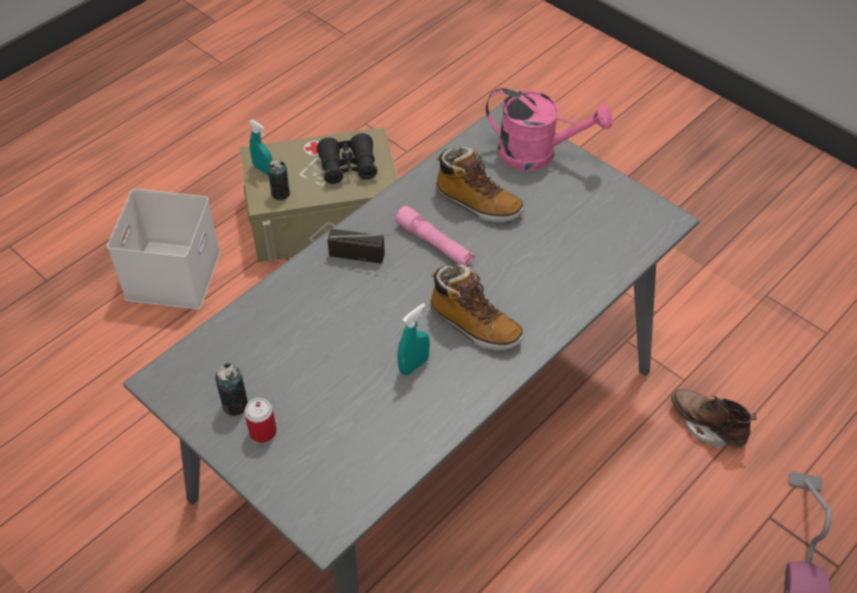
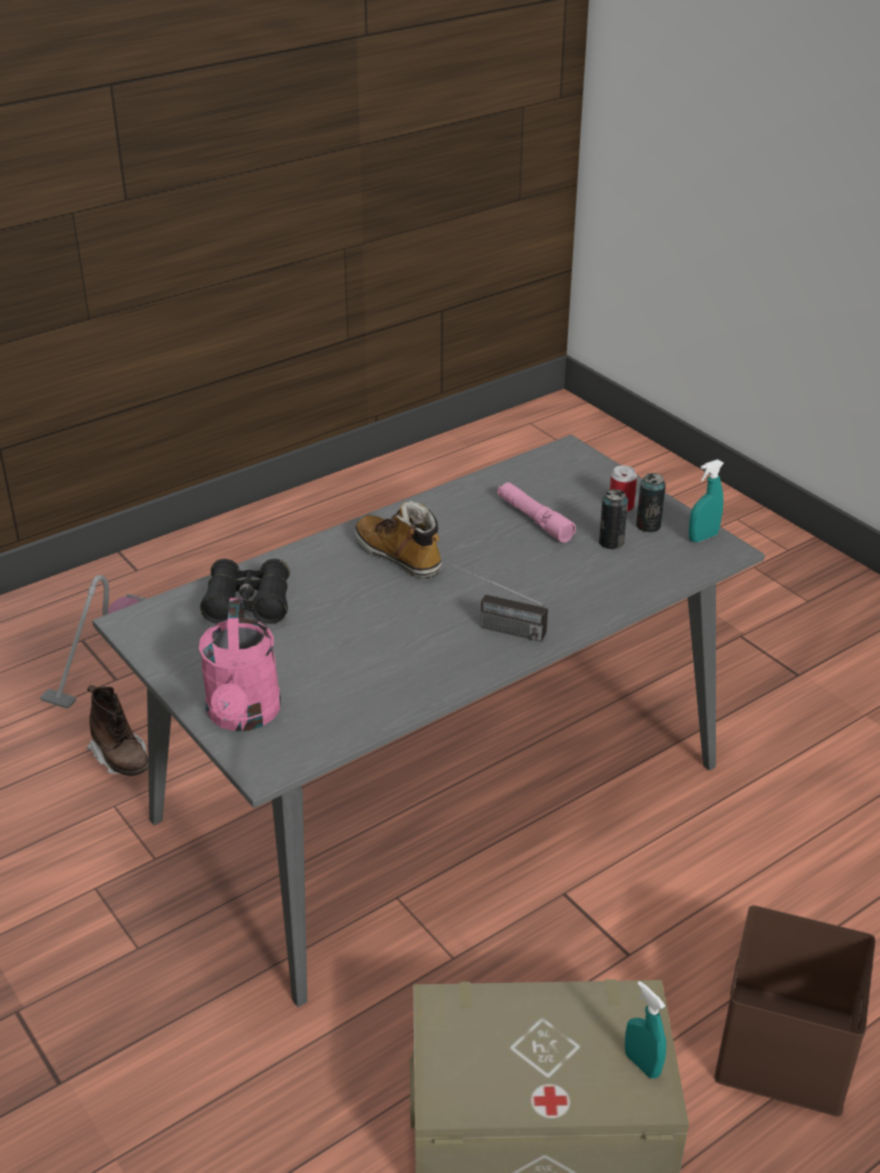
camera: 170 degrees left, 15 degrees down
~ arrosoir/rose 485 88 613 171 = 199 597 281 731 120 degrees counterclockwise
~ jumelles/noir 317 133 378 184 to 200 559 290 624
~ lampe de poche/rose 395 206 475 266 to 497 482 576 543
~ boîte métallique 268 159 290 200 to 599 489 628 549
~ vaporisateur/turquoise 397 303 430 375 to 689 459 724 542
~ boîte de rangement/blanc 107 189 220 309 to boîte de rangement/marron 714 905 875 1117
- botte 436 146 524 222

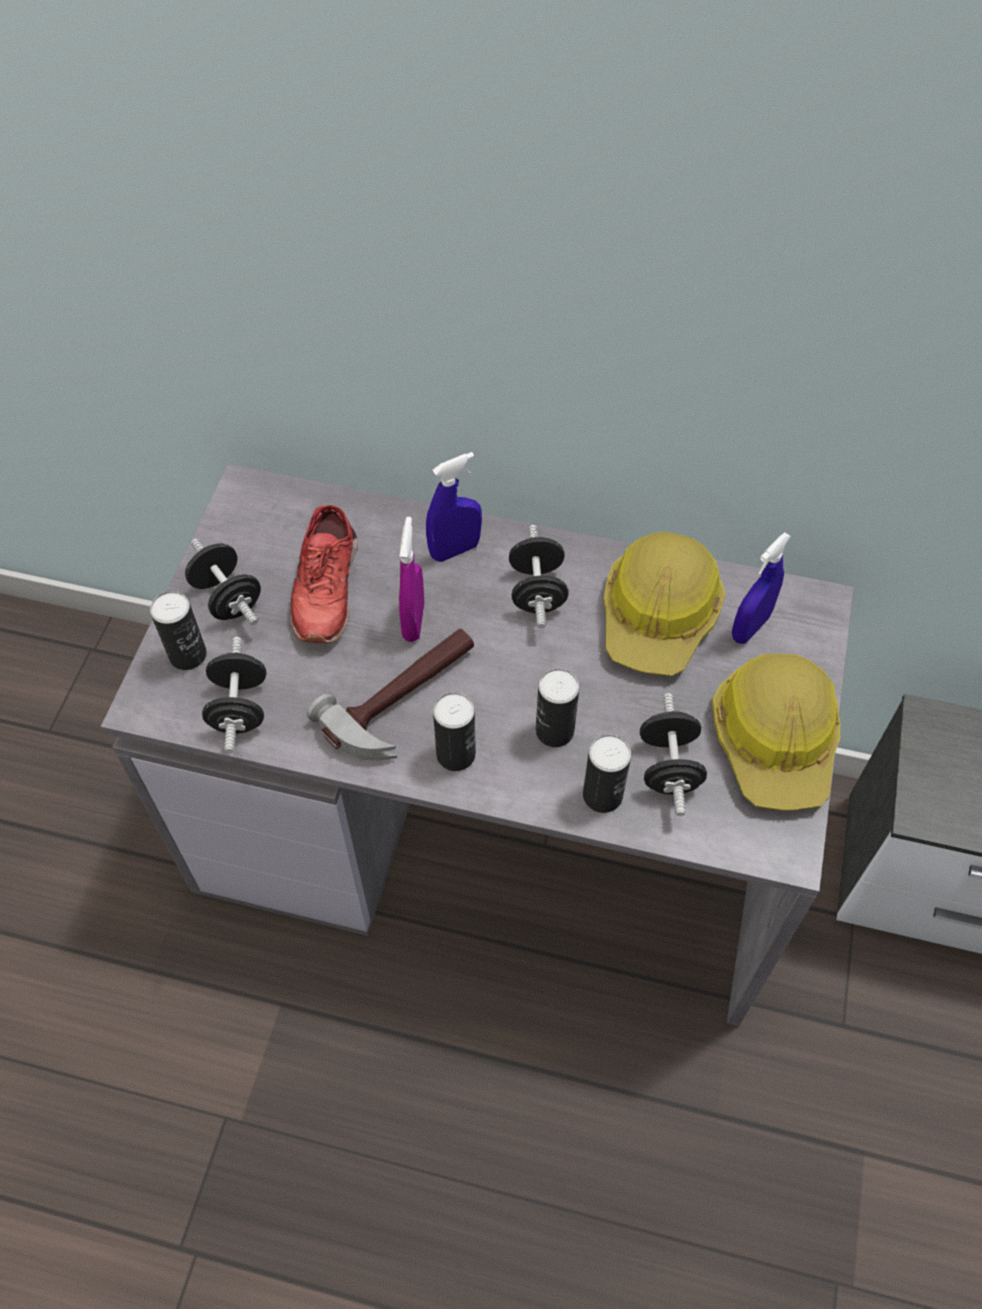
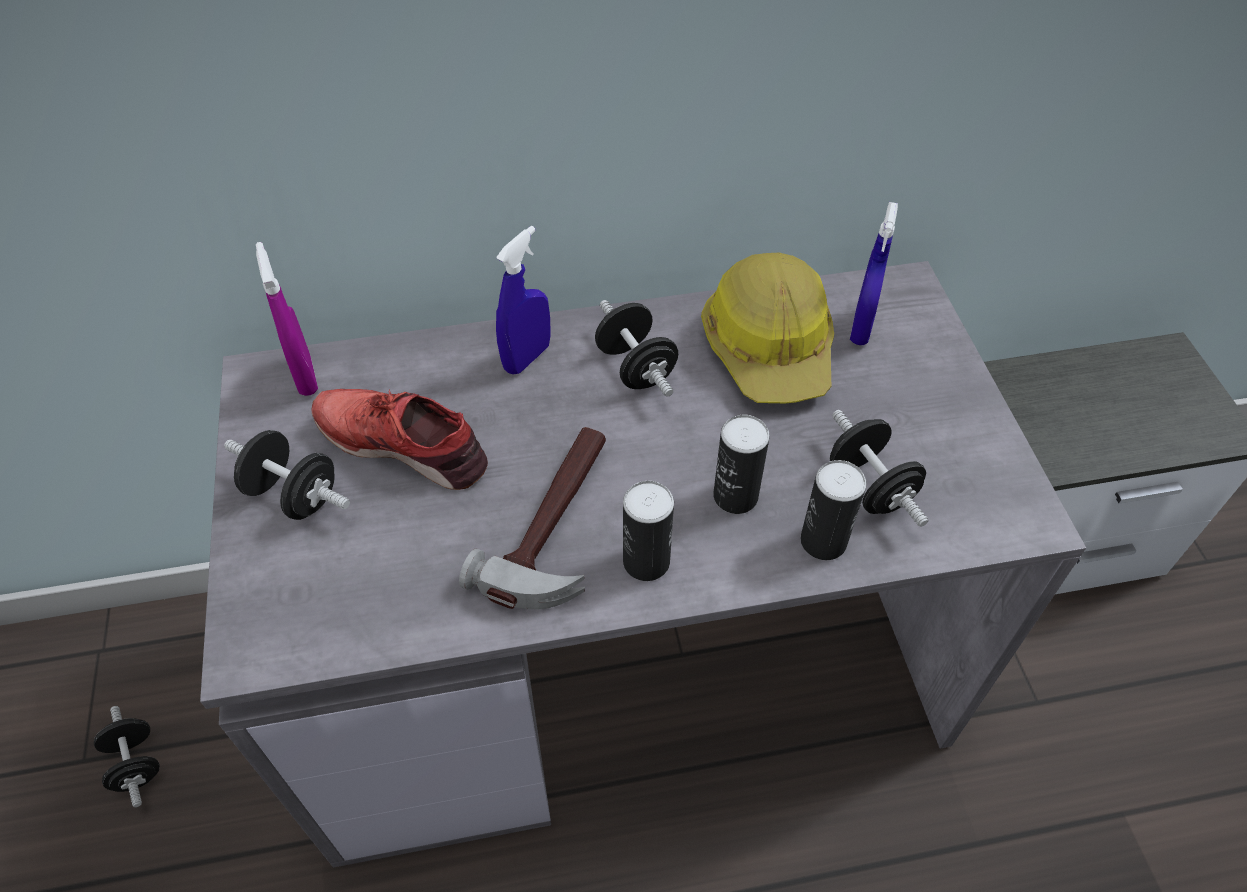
camera: 25 degrees left, 5 degrees down
~ haltère/noir 202 637 267 753 to 94 706 160 808
~ vaporisateur/violet 399 517 424 642 to 256 242 318 396
~ chaussure/rouge 291 505 358 643 = 311 389 488 490 135 degrees clockwise
- boîte métallique 150 591 207 670
- casque de chantier 712 654 840 810

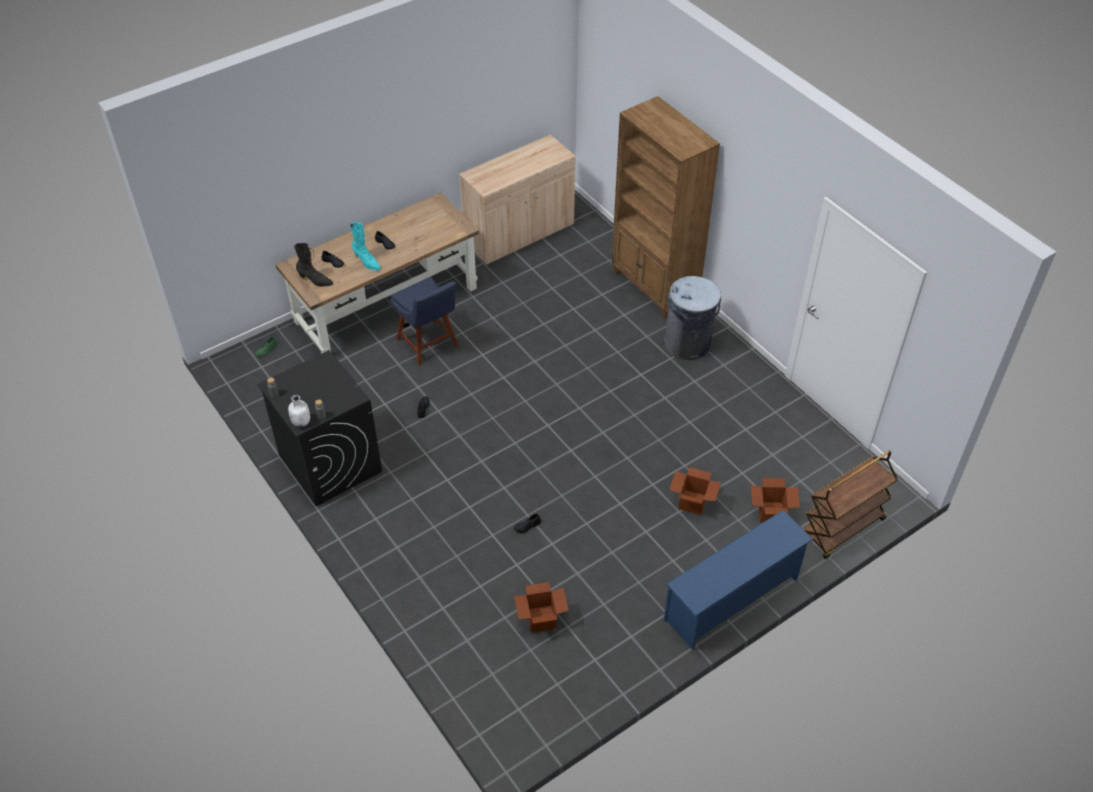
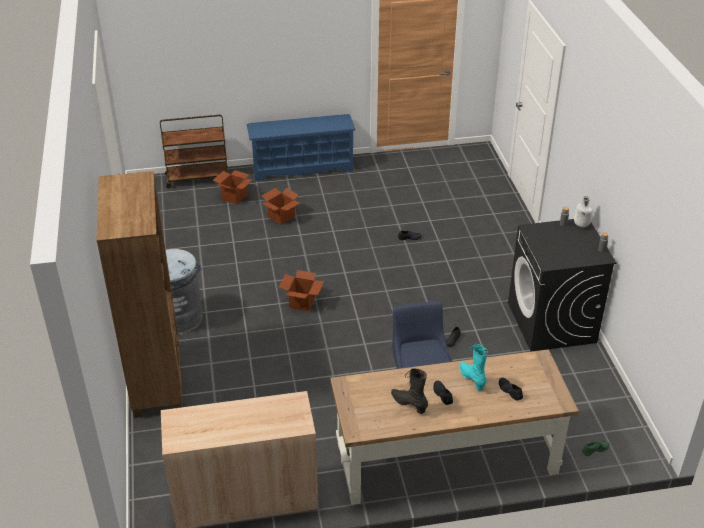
camera: 155 degrees left, 10 degrees down
~ carton 514 582 569 633 to 279 270 324 311
~ botte/noir 294 243 333 287 to 391 368 428 414

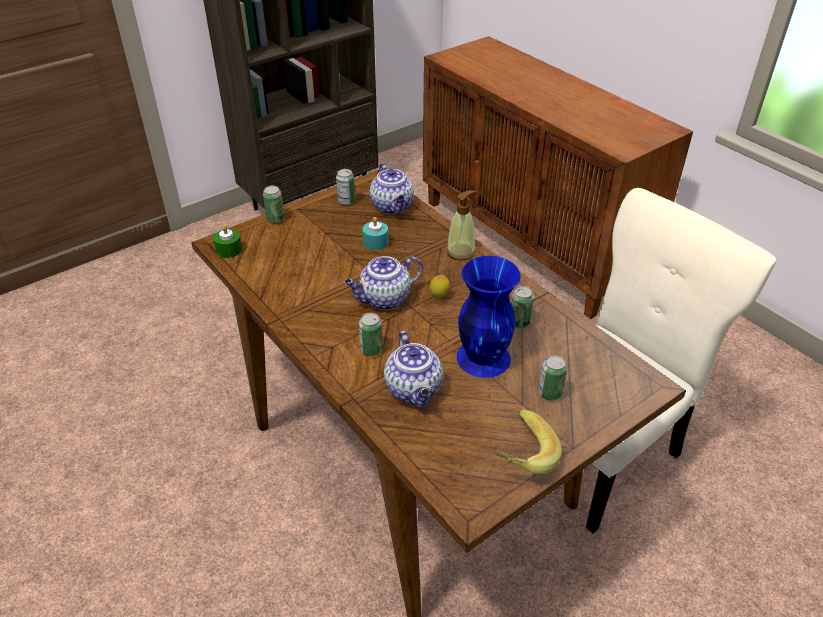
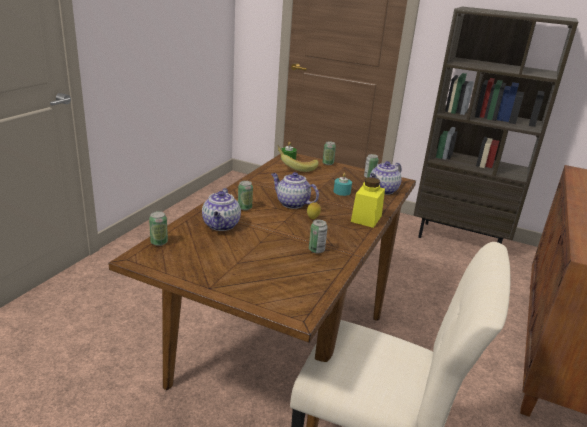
camera: 60 degrees right, 15 degrees down
~ boîte métallique 539 355 567 401 to 149 211 168 246
~ théière 384 331 443 407 = 202 188 241 231 45 degrees counterclockwise
~ banane 495 409 562 474 to 277 145 319 172
~ distributeur de savon 446 190 477 260 to bocal/jaune 351 177 385 228
- vase/bleu 457 256 521 378

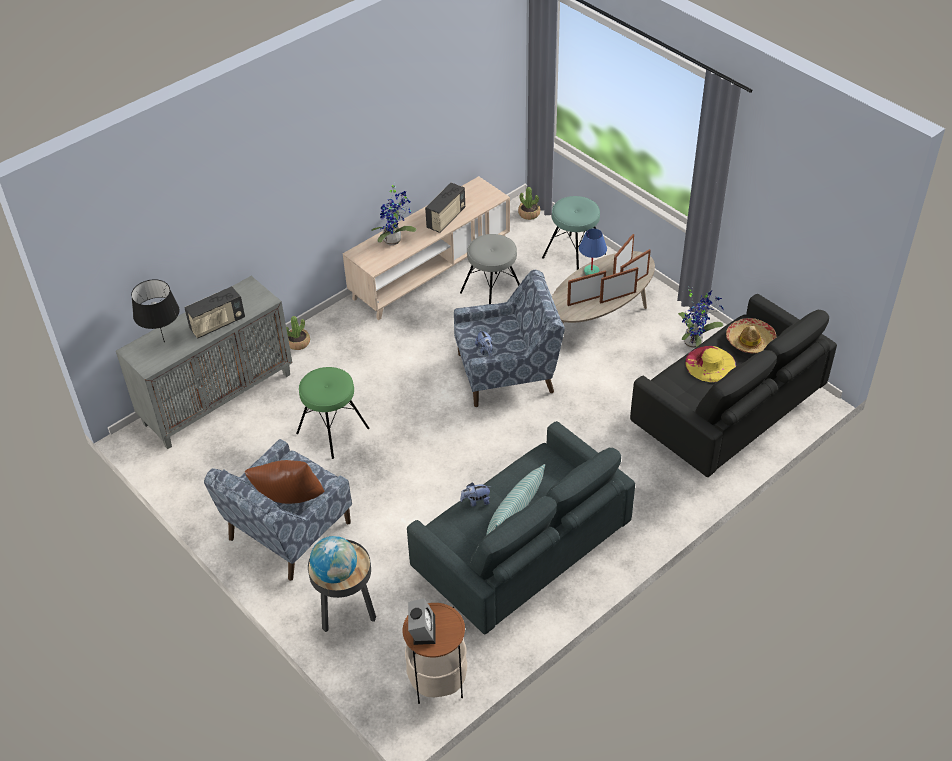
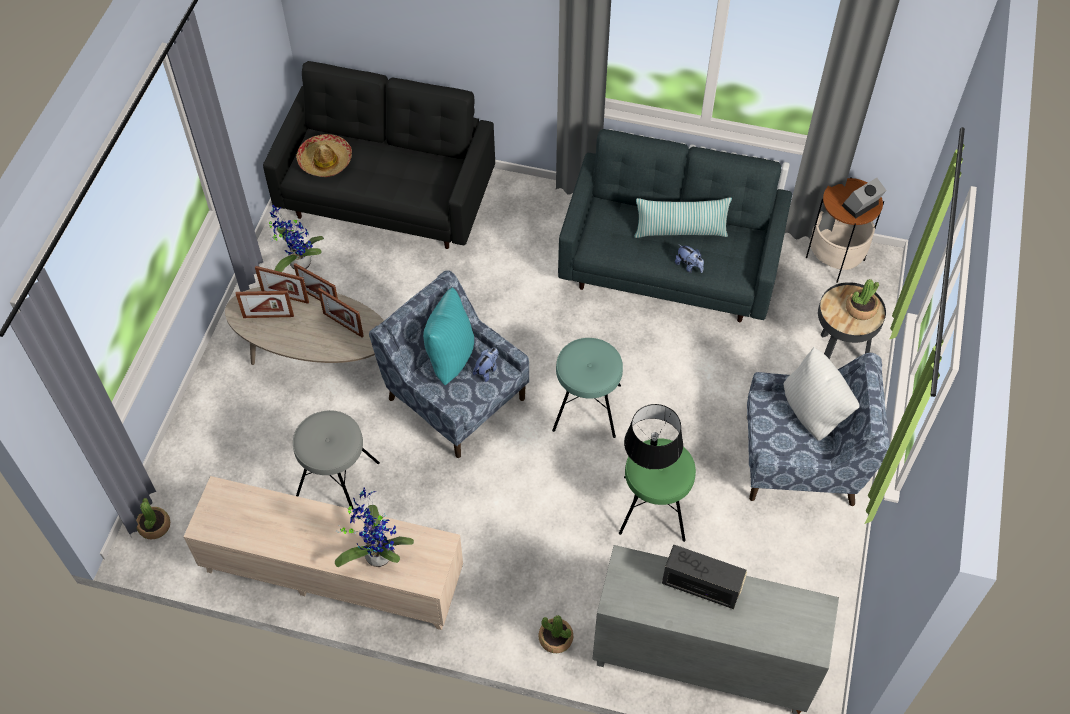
camera: 125 degrees left, 10 degrees up
+ coussin/turquoise 423 287 474 385
~ tabouret/turquoise 542 196 606 270 to 552 338 623 438
~ lampe de table/noir 131 279 180 343 to 624 404 683 470
~ coussin/marron 244 460 325 504 to coussin/blanc 784 347 860 441
~ globe 310 536 357 583 to plante en pot 846 279 879 320
- radio 425 183 465 233
- lampe de table/bleu 579 229 607 275
- chapeau/jaune 685 346 736 382

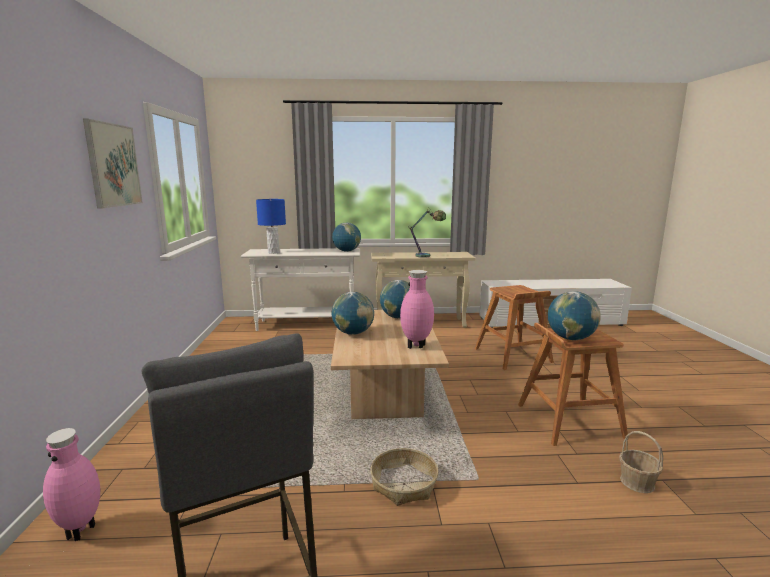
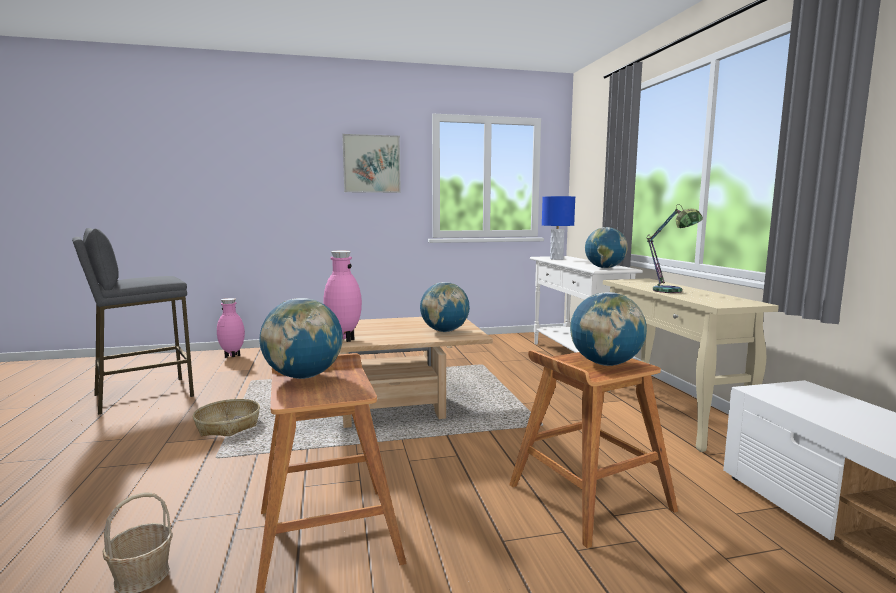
camera: 80 degrees right, 5 degrees down
~ globe 331 292 374 335 to 570 292 647 366

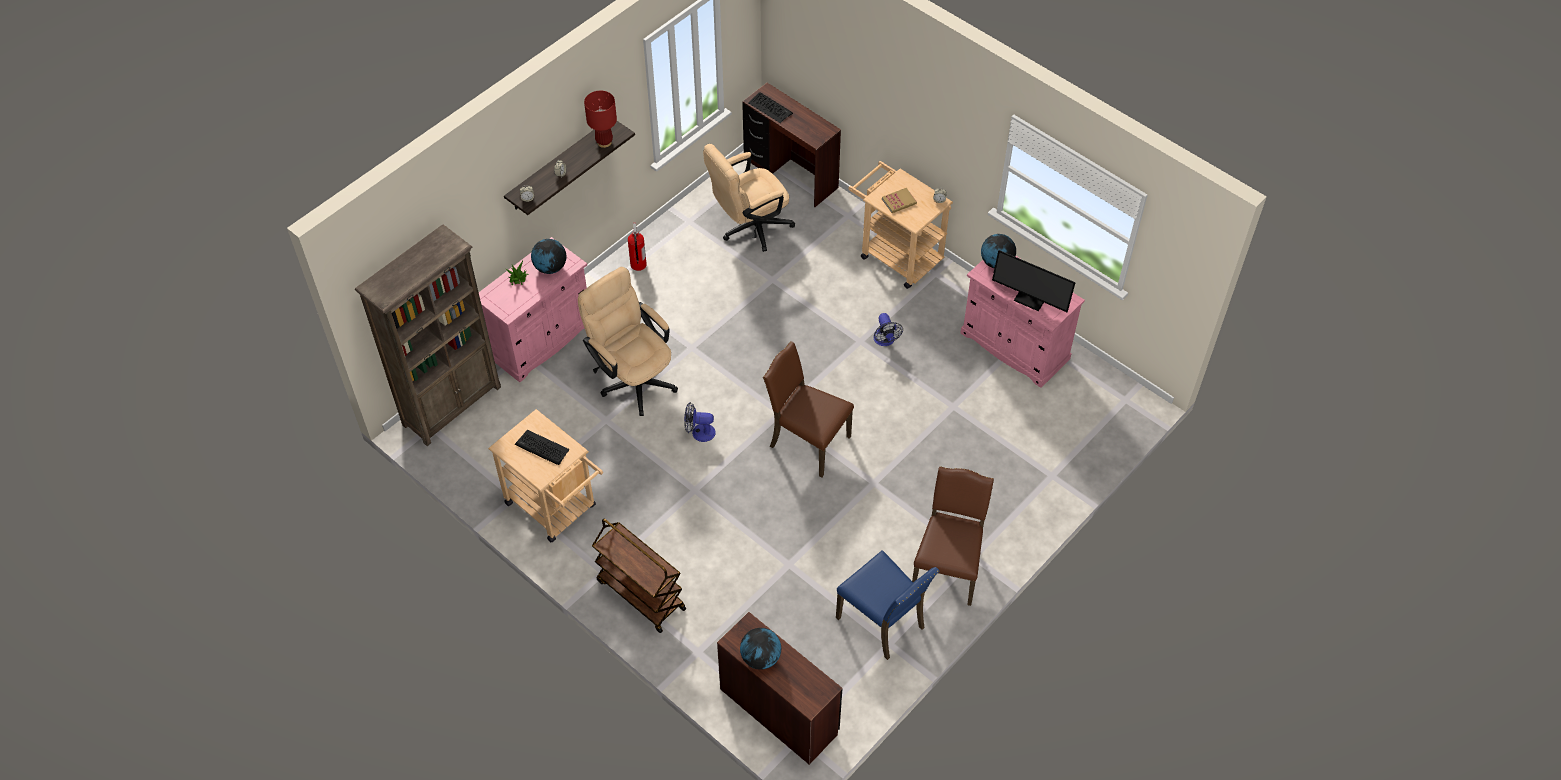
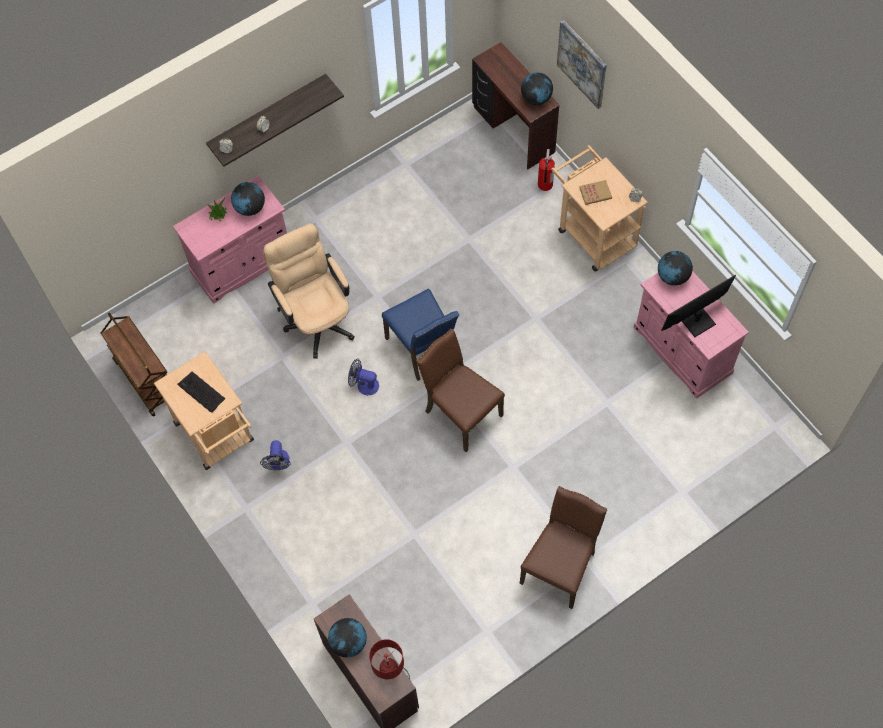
camera: 15 degrees right, 10 degrees up
~ chariot/marron 592 519 686 633 to 101 313 167 417
~ ventilateur 873 313 903 346 to 260 440 291 470
~ lampe de table/rouge 584 91 617 148 to 369 639 404 679
~ chaise/bleu 836 551 940 660 to 382 288 459 381
+ globe 521 72 553 105
~ extincteur 628 223 647 271 to 538 149 555 191
+ tableau 557 20 607 109
~ écran d'ordinateur 992 250 1076 312 = 661 274 736 337 105 degrees clockwise
- bibliothèque/marron 355 225 501 446
- chaise de bureau/beige 703 144 795 252
- clavier 748 92 793 123

